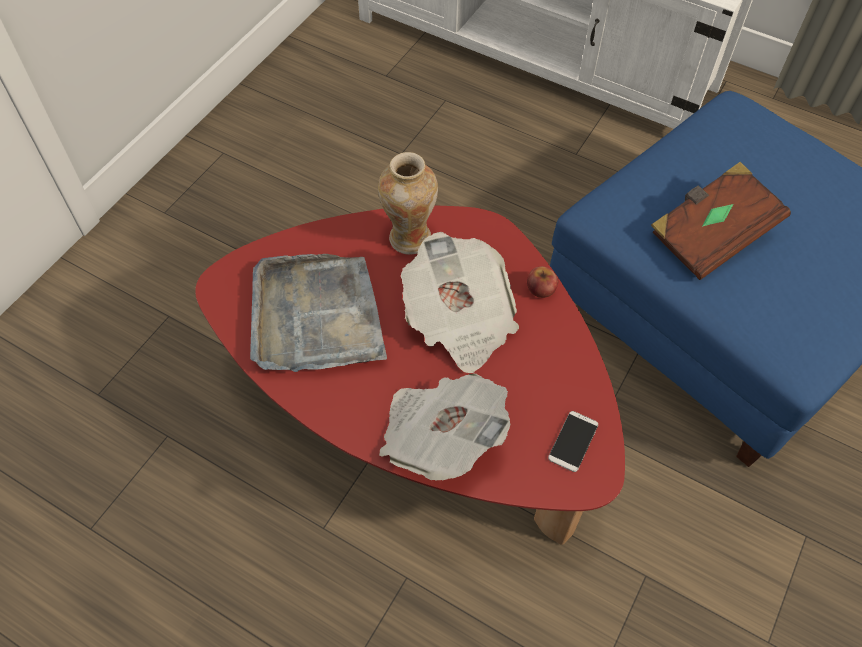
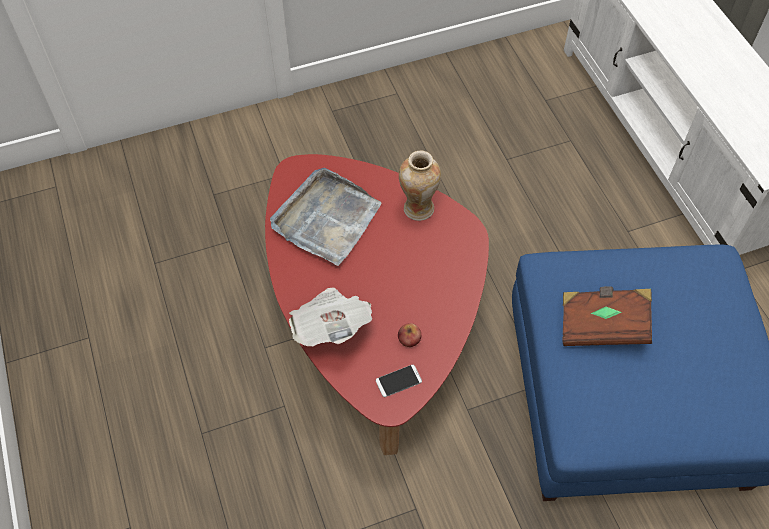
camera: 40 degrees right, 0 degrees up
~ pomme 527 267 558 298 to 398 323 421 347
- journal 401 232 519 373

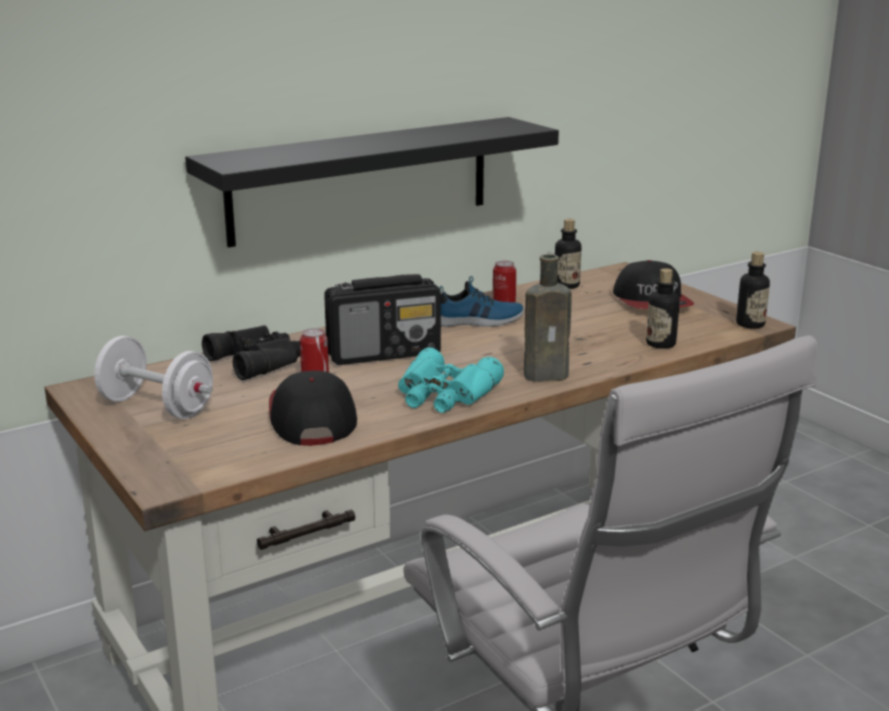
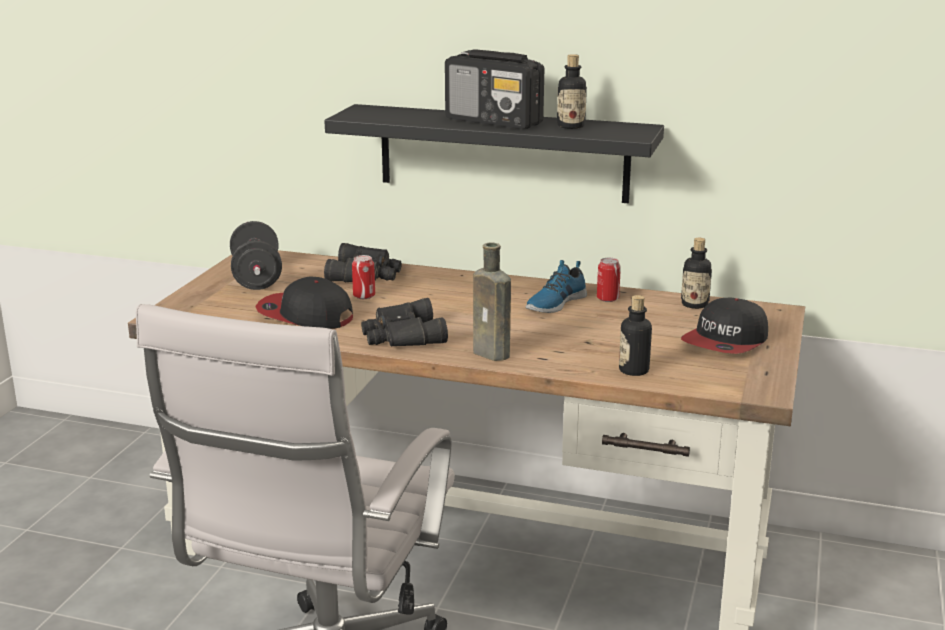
camera: 50 degrees right, 0 degrees up
~ haltère/blanc 94 336 213 419 to haltère/noir 230 221 282 290
~ casquette 269 371 357 446 = 255 277 353 329 105 degrees counterclockwise
~ jumelles/turquoise 398 348 504 413 to jumelles/noir 361 298 448 346
~ radio 324 274 441 365 to 445 49 544 129
~ chaussure 440 276 524 327 = 526 260 587 313 90 degrees clockwise
~ bouteille 736 252 770 329 to 557 54 587 129

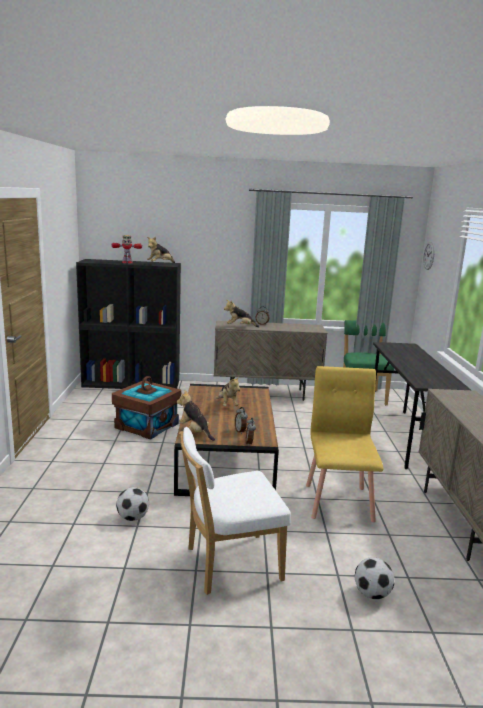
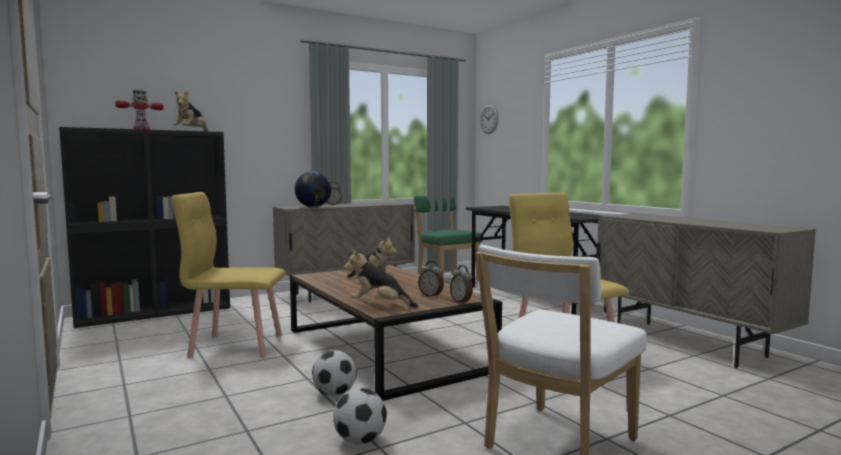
camera: 30 degrees left, 10 degrees down
~ boîte de rangement/marron 112 376 181 440 to chaise/jaune 172 192 286 358
~ peluche 224 300 259 327 to globe 295 171 331 207
~ ballon de foot 355 557 394 599 to 312 350 357 396

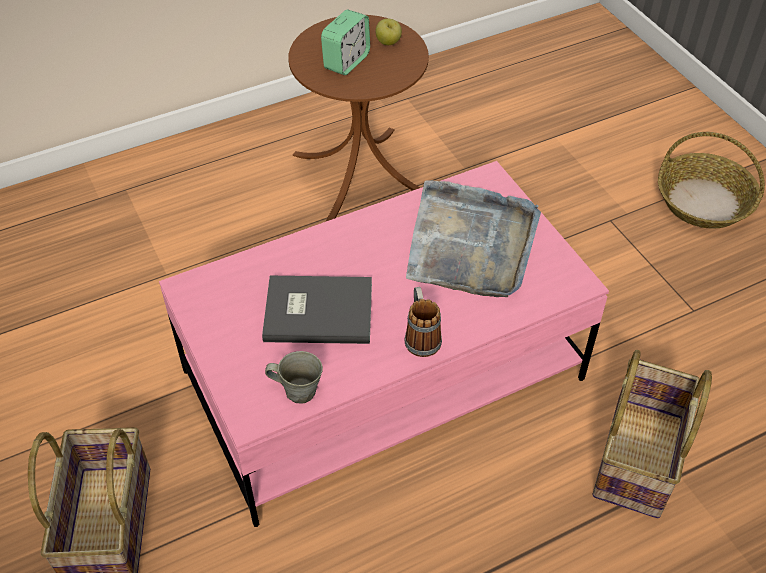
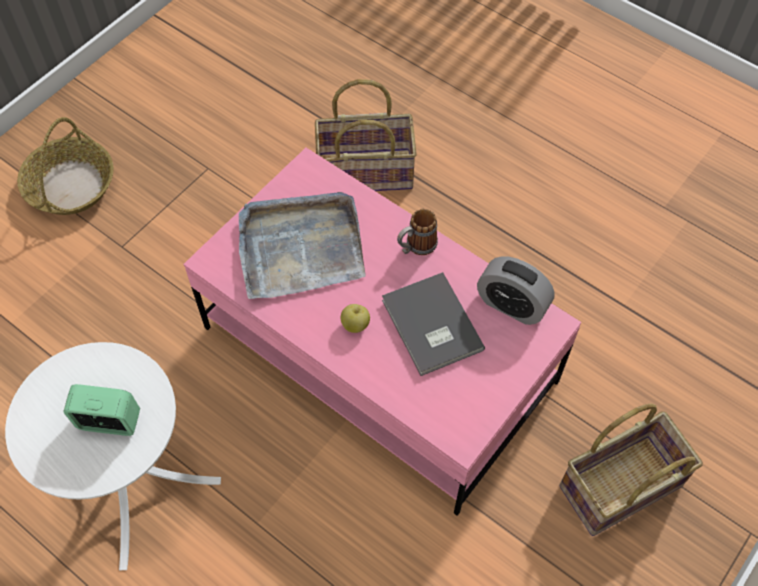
camera: 115 degrees left, 10 degrees up
~ table d'appoint/marron 288 15 429 222 to table d'appoint/blanc 5 342 221 570
~ pomme 376 19 402 45 to 341 304 370 333
~ mug/gris 265 351 323 403 to réveil 477 256 555 325

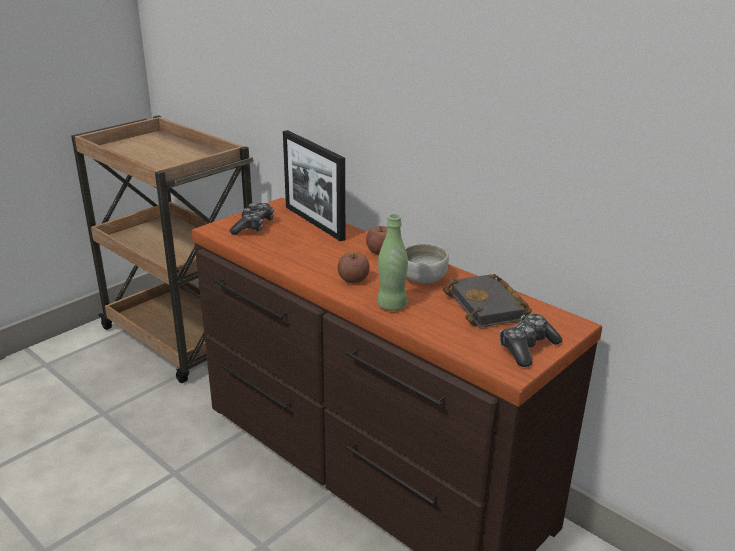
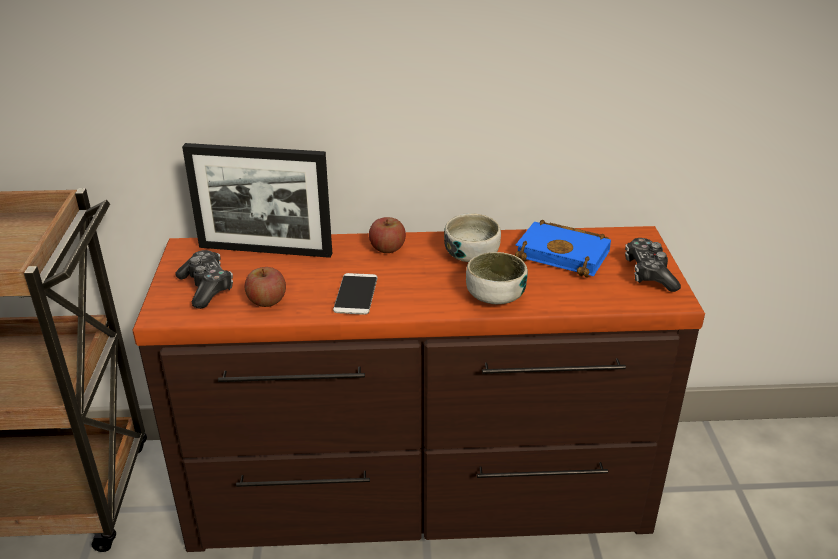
camera: 45 degrees left, 5 degrees up
~ pomme 338 252 370 283 to 245 267 286 307
+ téléphone 333 273 377 315
~ bouteille/vert 378 214 408 311 to bol 466 252 528 304
~ livre/noir 442 274 532 327 to livre/bleu 515 219 611 278

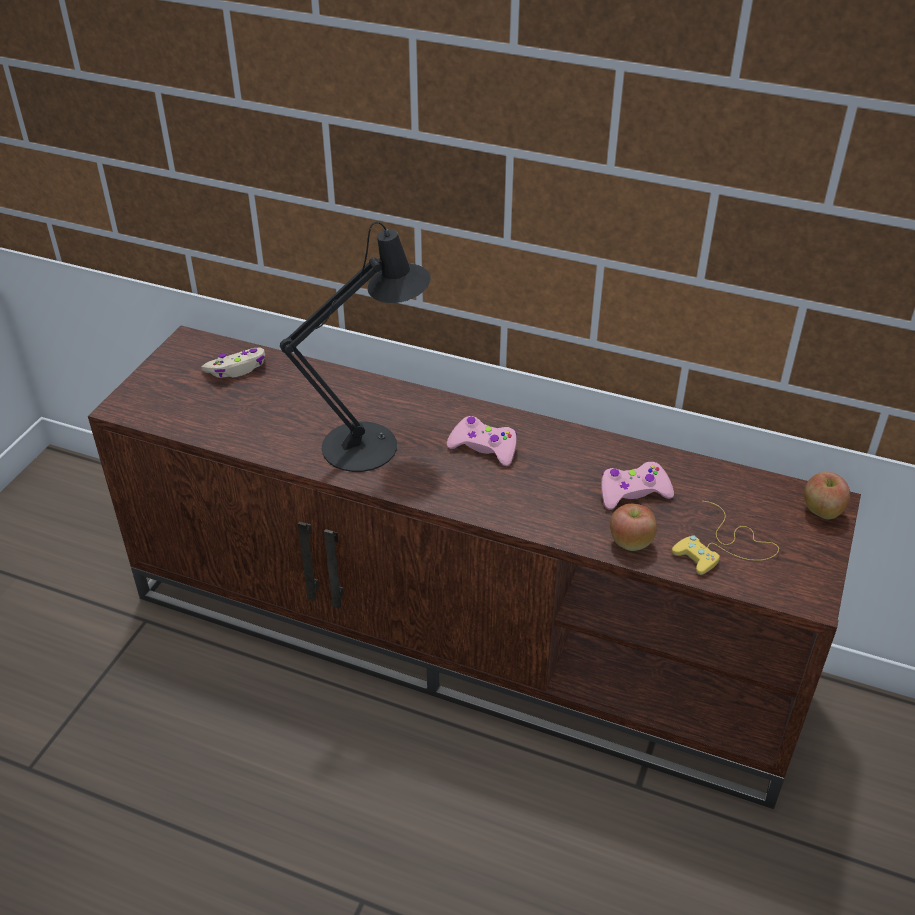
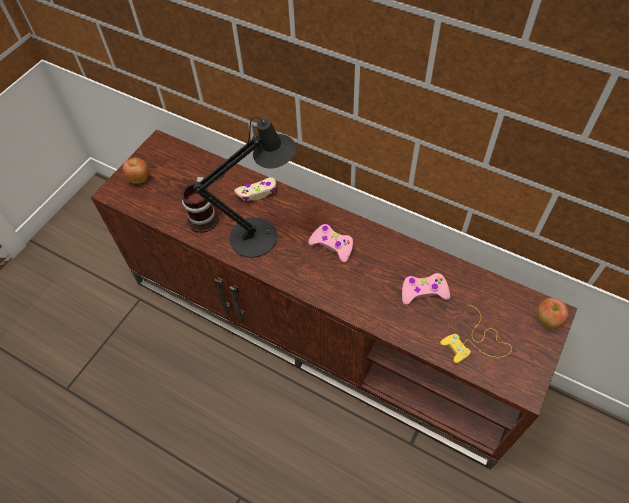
camera: 10 degrees right, 15 degrees up
~ pomme 610 504 657 551 to 123 158 148 184
+ mug 181 177 219 233
~ manette/beige 201 347 265 378 to 234 177 276 201

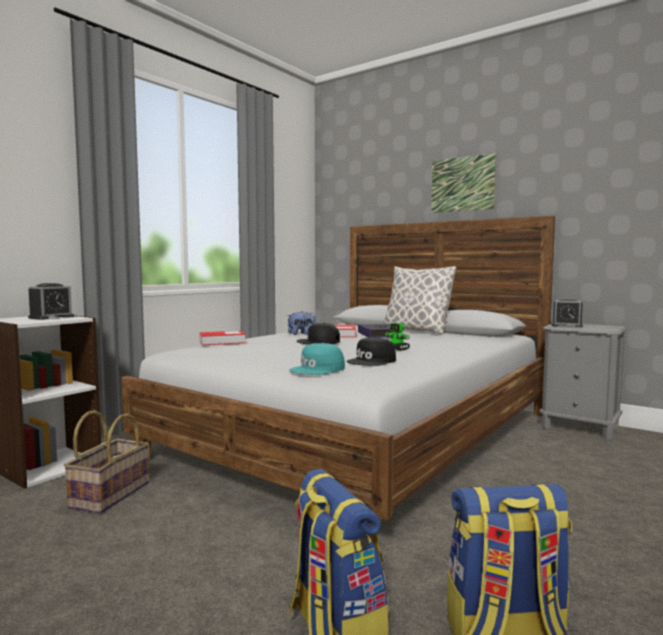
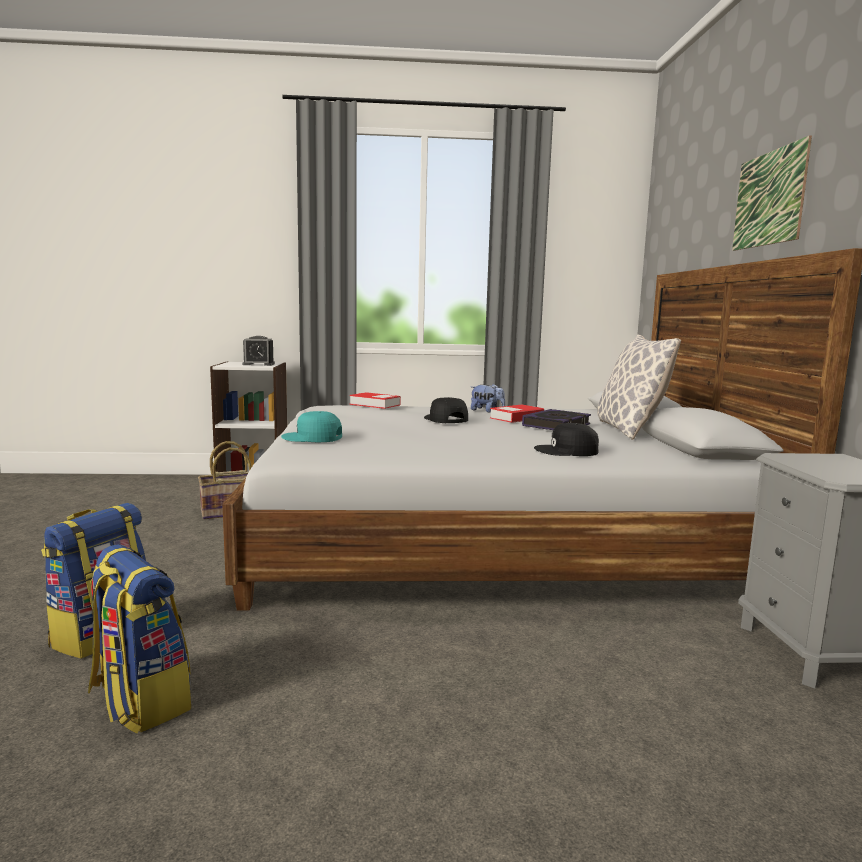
camera: 50 degrees right, 5 degrees up
~ casquette/noir 346 337 396 366 to 534 423 599 456
- robot jouet 385 323 410 351
- réveil 552 298 583 328

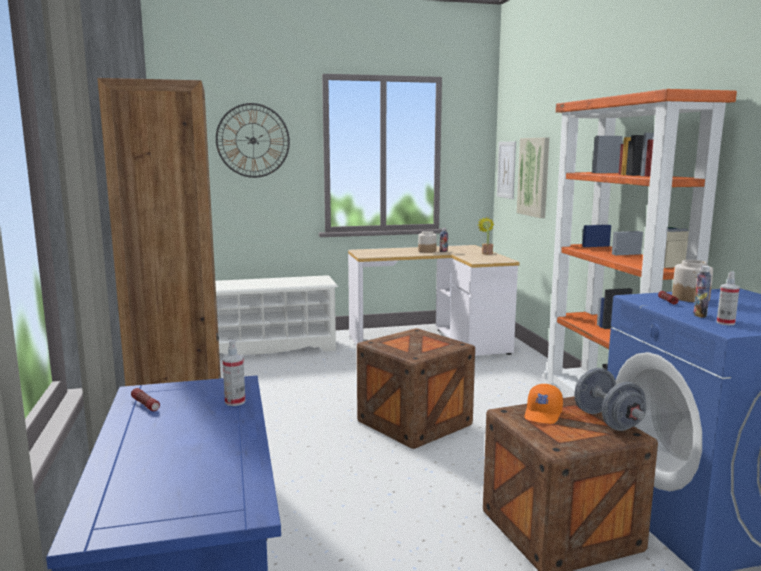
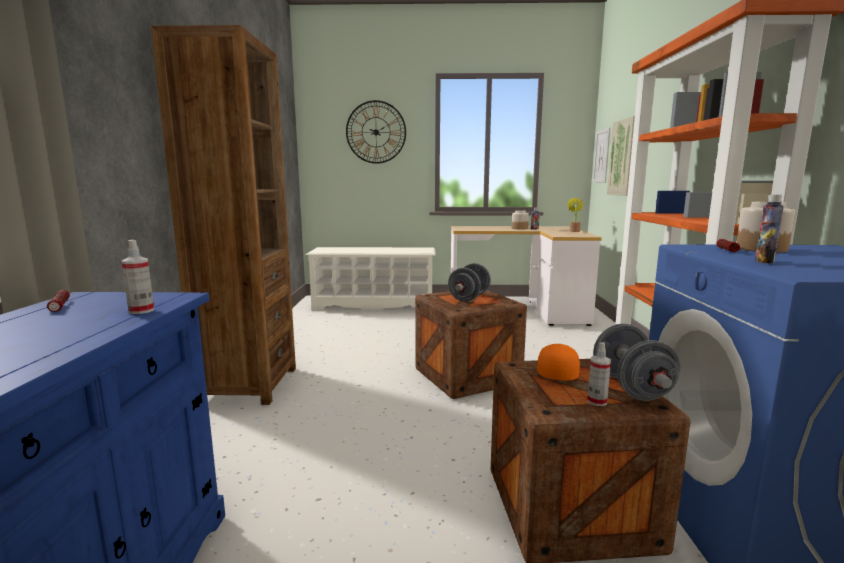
camera: 15 degrees right, 0 degrees up
+ haltère/gris 448 263 491 302
~ casquette/orange 525 384 563 424 = 537 344 580 381 150 degrees clockwise
~ vaporisateur 717 272 740 325 to 587 342 611 406

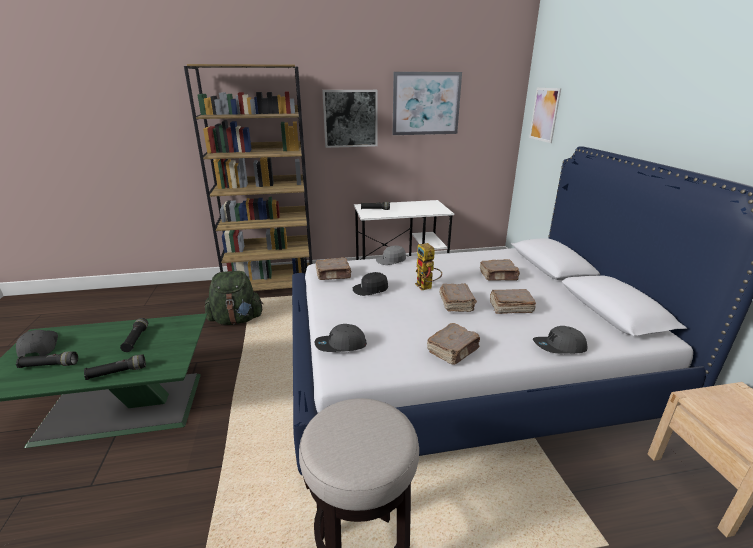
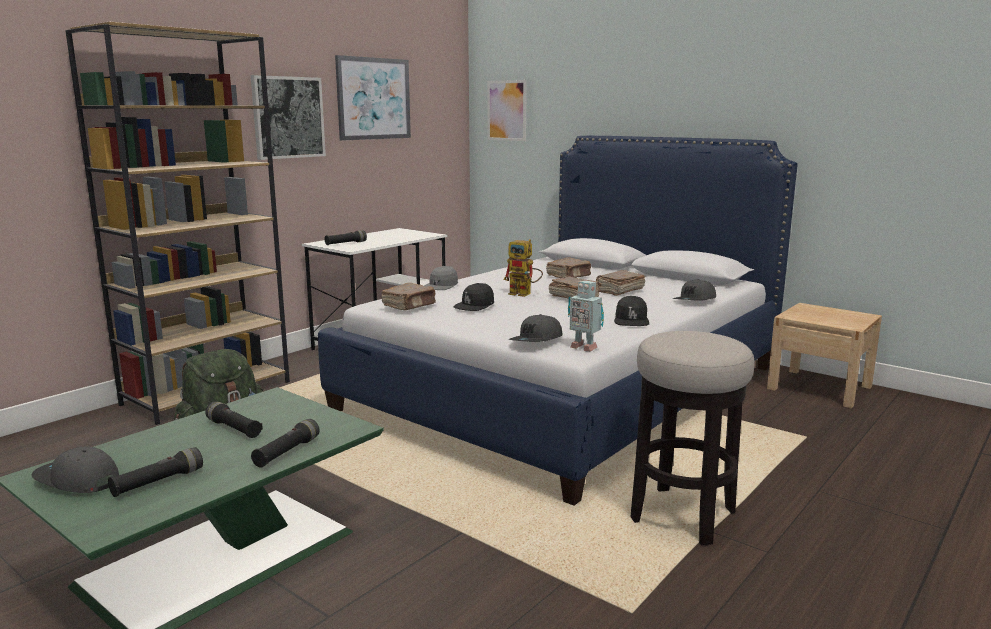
camera: 40 degrees left, 10 degrees down
+ robot jouet 568 280 604 352
~ livre/marron 427 323 480 365 to casquette/noir 614 296 649 326

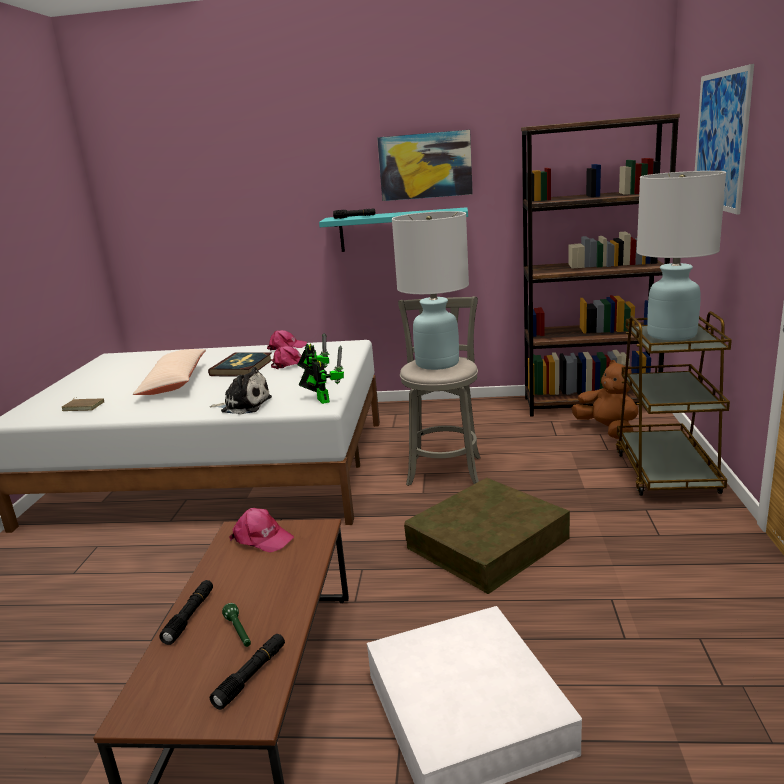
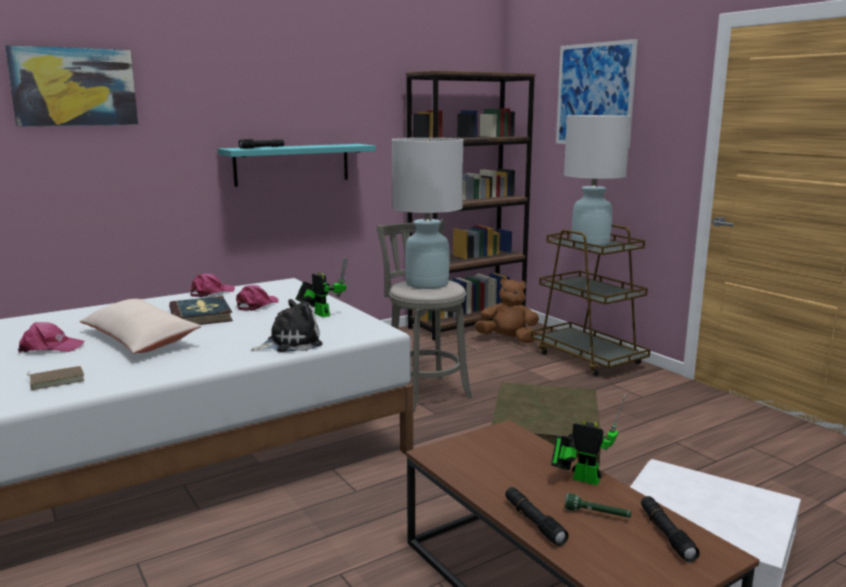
camera: 40 degrees left, 5 degrees down
~ tableau 377 129 473 201 to 5 45 138 127
~ casquette/rose 229 508 294 553 to 18 322 85 353
~ robot jouet 299 345 344 404 to 551 394 626 485

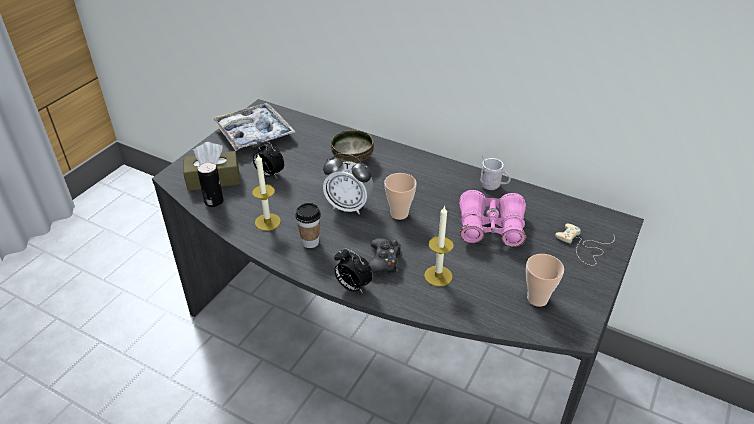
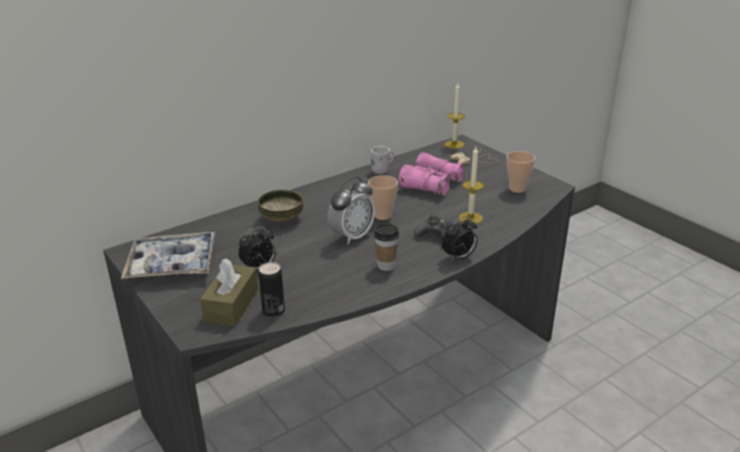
camera: 65 degrees left, 10 degrees down
~ bougie 252 154 281 231 to 444 83 465 149

